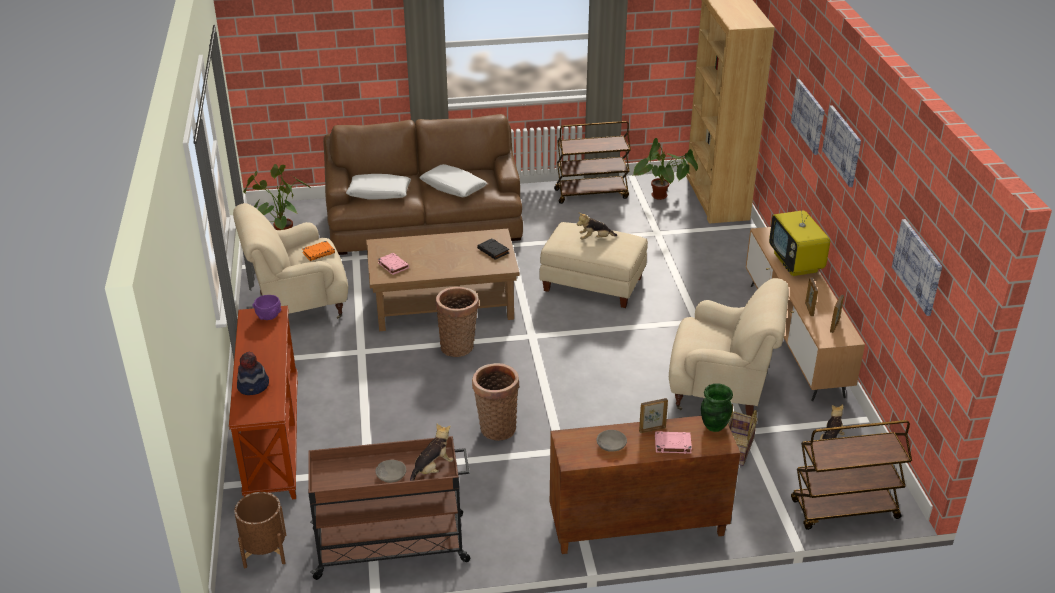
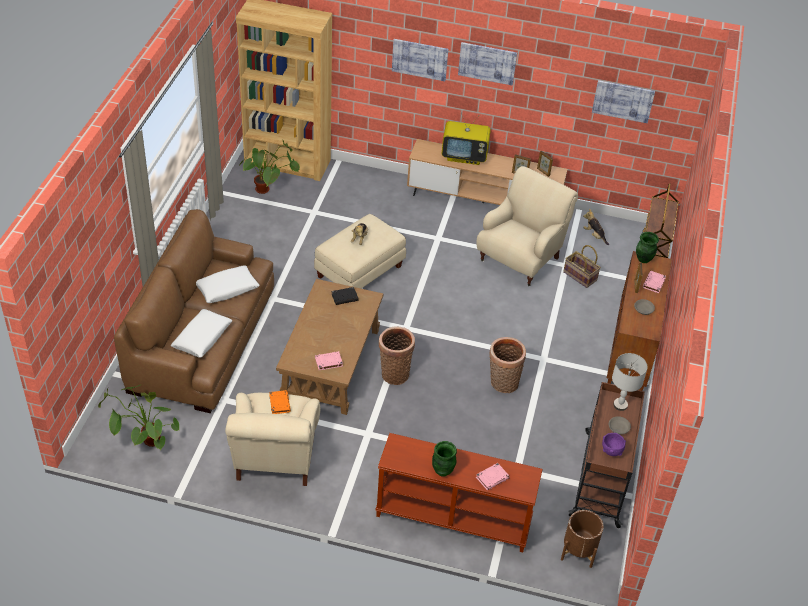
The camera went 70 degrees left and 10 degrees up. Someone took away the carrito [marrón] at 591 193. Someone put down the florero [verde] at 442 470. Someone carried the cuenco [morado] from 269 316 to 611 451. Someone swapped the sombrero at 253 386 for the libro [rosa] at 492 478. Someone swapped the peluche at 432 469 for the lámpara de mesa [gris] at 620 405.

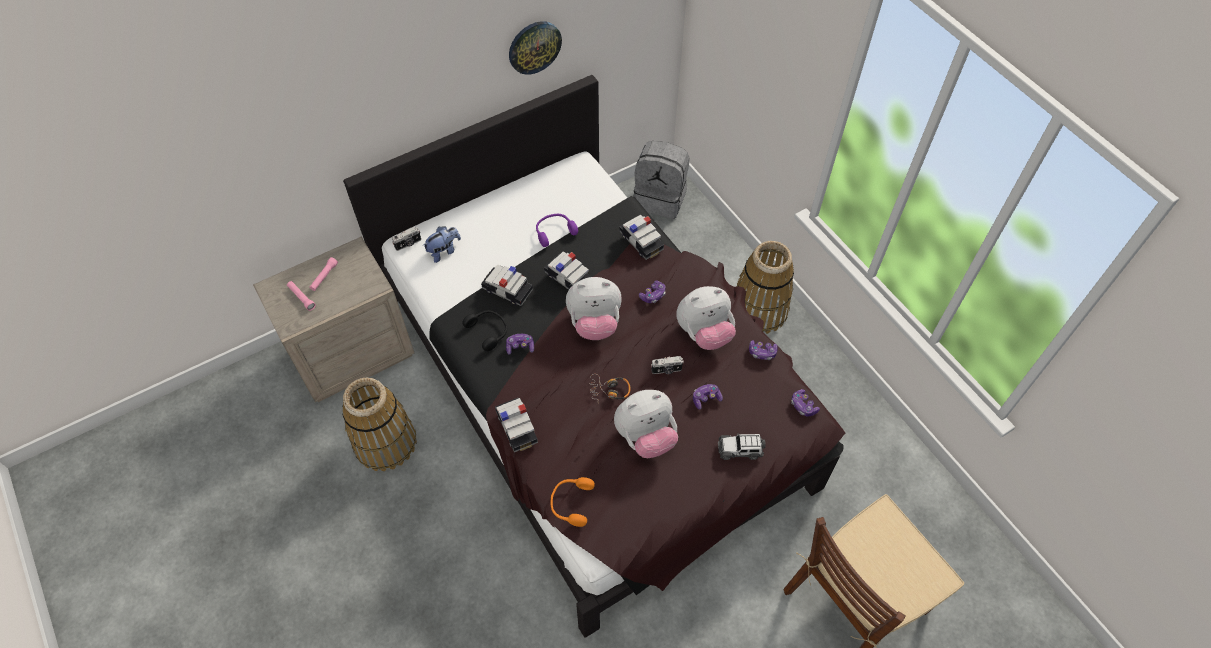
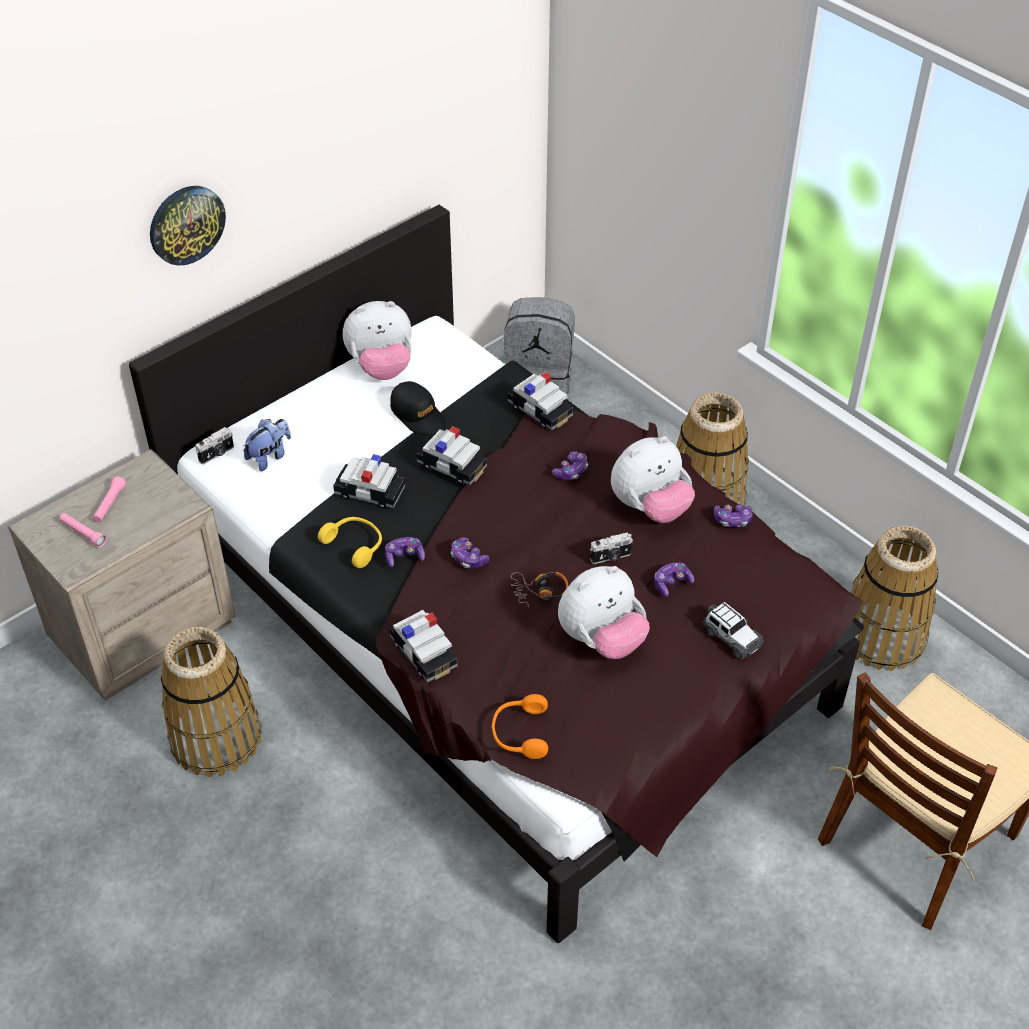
The camera went 10 degrees left and 10 degrees down. Someone put down the cesta at 882 637. Someone carried the reloj de pared from 534 47 to 186 224. Someone carried the peluche from 594 323 to 381 367. Someone carried the mando de consola from 803 406 to 468 558. Someone swapped the auriculares [morado] at 554 232 for the gorra [negro] at 418 414. Someone repainted the auriculares [negro] at 488 331, which became the auriculares [amarillo] at 355 545. Someone rotated the coche de juguete at 740 450 by 120 degrees counterclockwise.

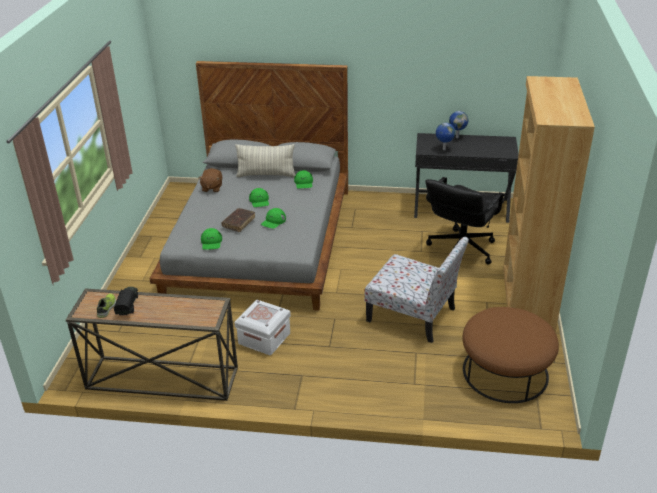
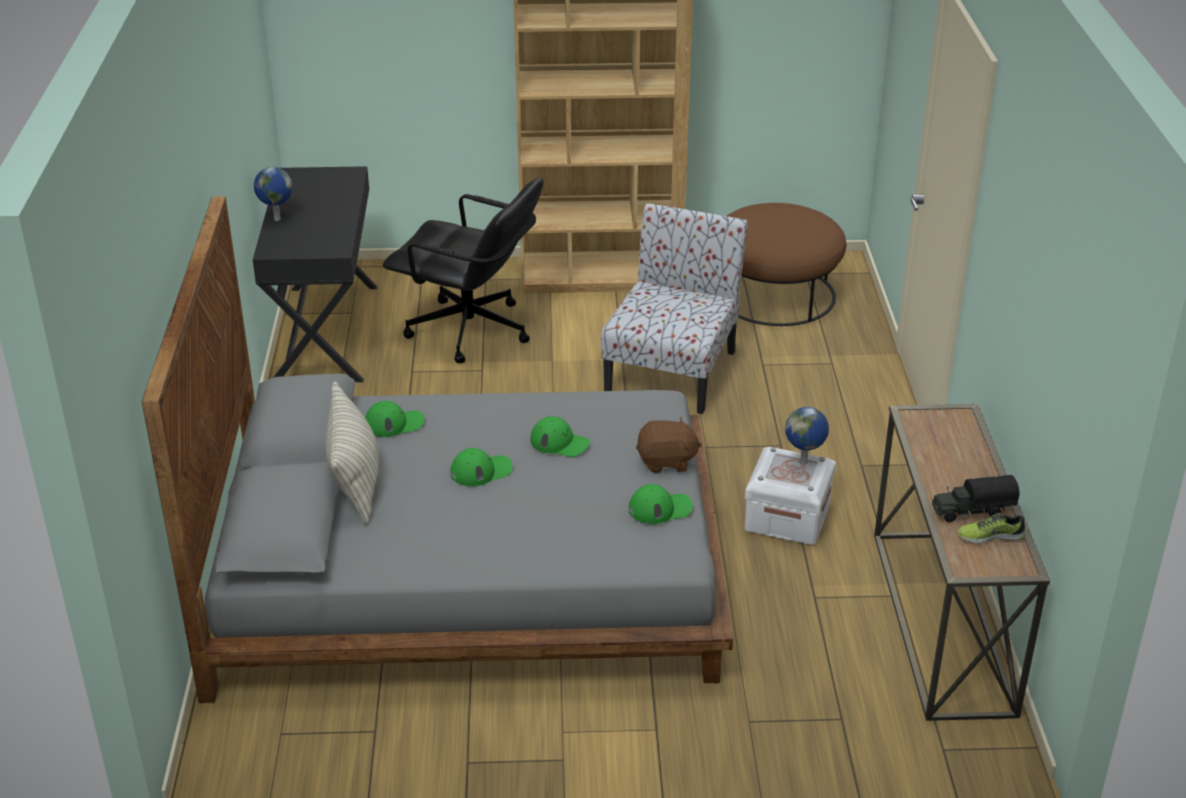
The camera went 100 degrees left and 0 degrees up. Someone took away the libro [marrón] at 238 223. Someone carried the peluche [marrón] from 212 188 to 666 462. Someone carried the globo terráqueo from 444 149 to 804 462.

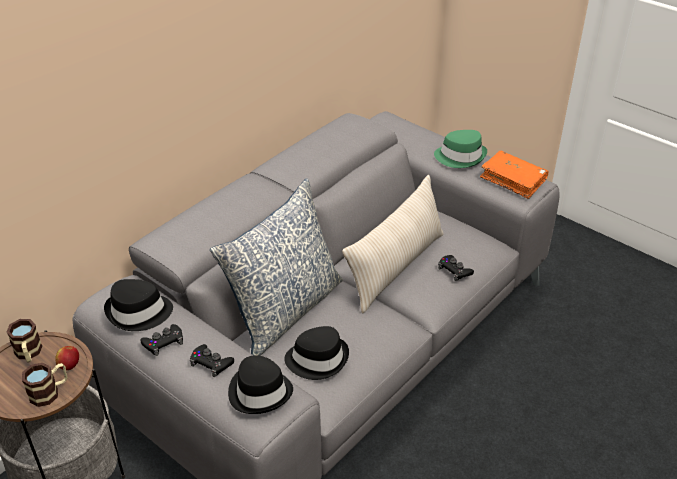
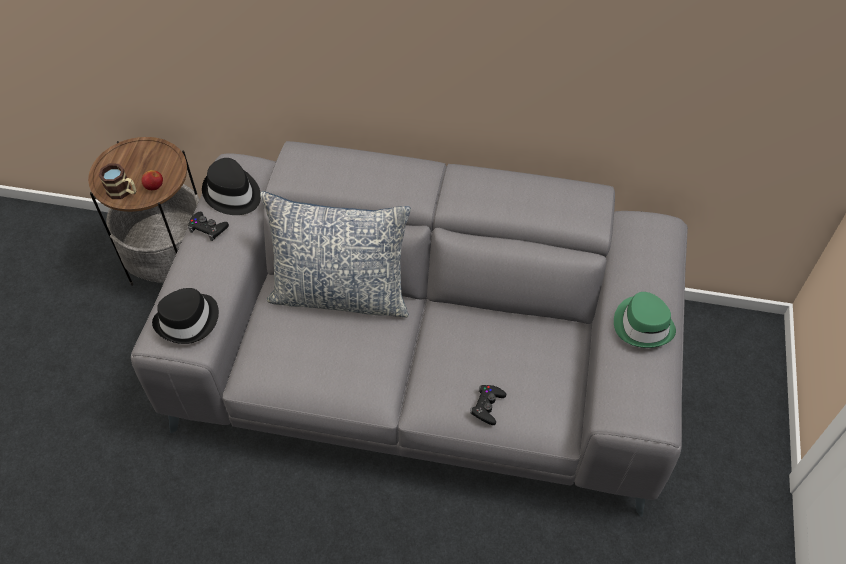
The camera went 60 degrees right and 15 degrees up. Someone took away the taza grande at 29 354. Someone took away the mando de consola [negro] at 211 363. Someone took away the sombrero [negro] at 317 359. Someone took away the cojín [beis] at 395 267. Someone took away the libro [naranja] at 513 180.

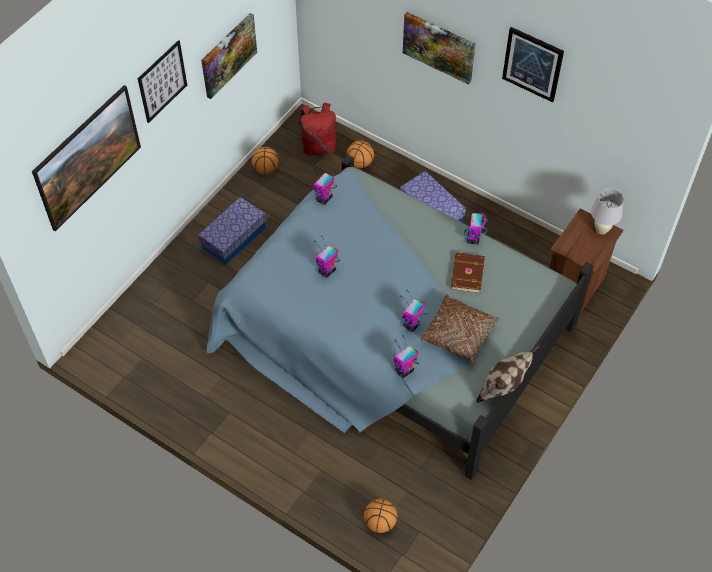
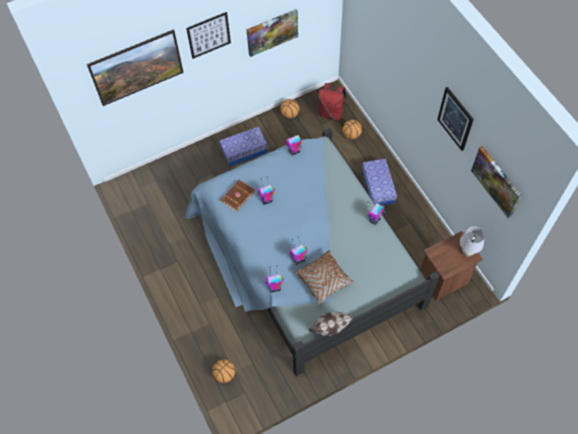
The camera went 30 degrees right and 5 degrees up. Someone carried the cuadro from 439 47 to 496 181. Someone carried the libro [marrón] from 466 274 to 237 196.

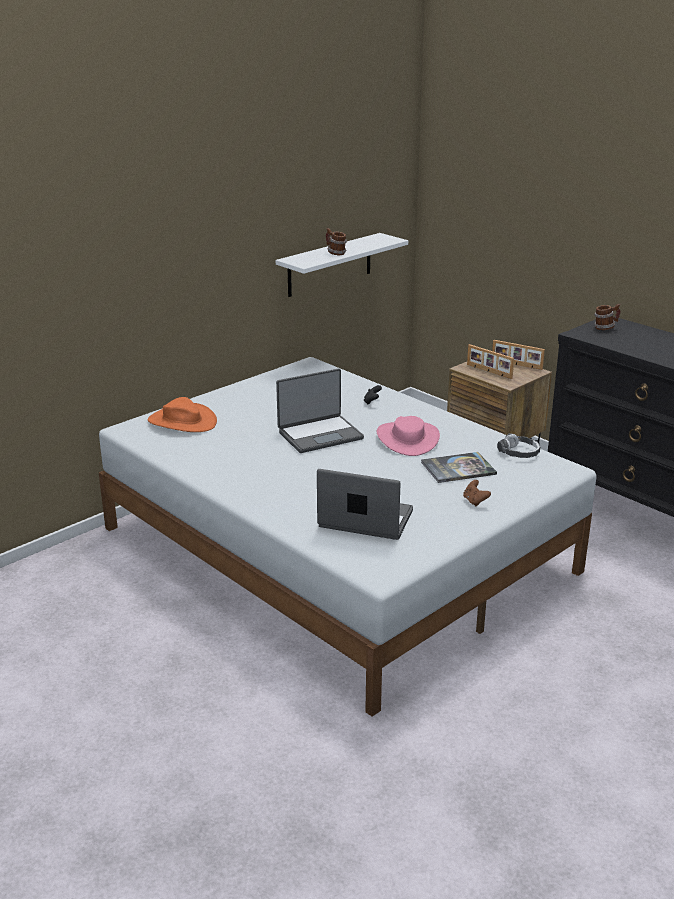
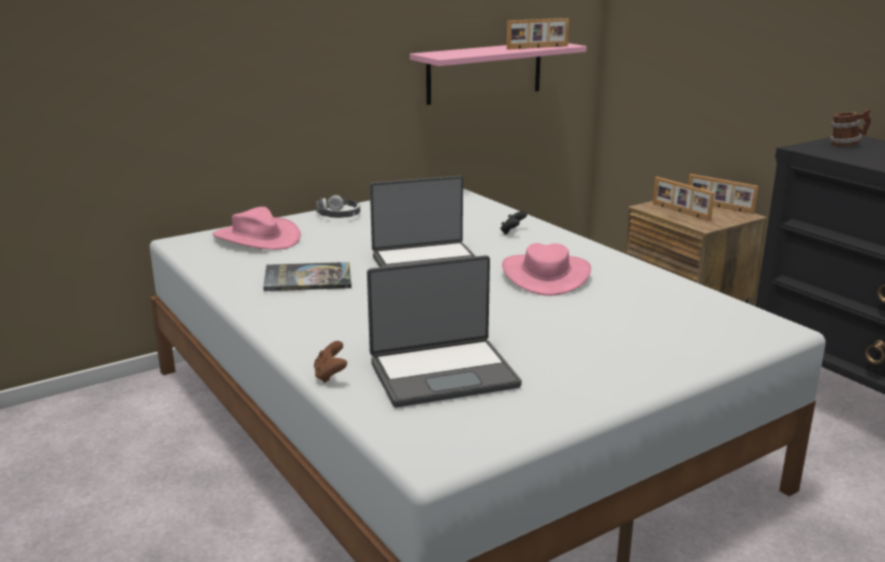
The camera went 10 degrees right and 5 degrees down. Someone took away the taza grande at 335 253. Someone put down the portarretratos at 538 47. Someone carried the libro from 458 468 to 308 278. Someone carried the mando de consola [marrón] from 475 501 to 330 375. Someone carried the auriculares from 519 452 to 338 215. Someone repainted the sombrero [naranja] at 182 422, which became the sombrero [rosa] at 256 238. Someone repainted the estante [blanco] at 329 265, which became the estante [rosa] at 485 72. Someone rotated the portátil at 365 520 by 135 degrees clockwise.

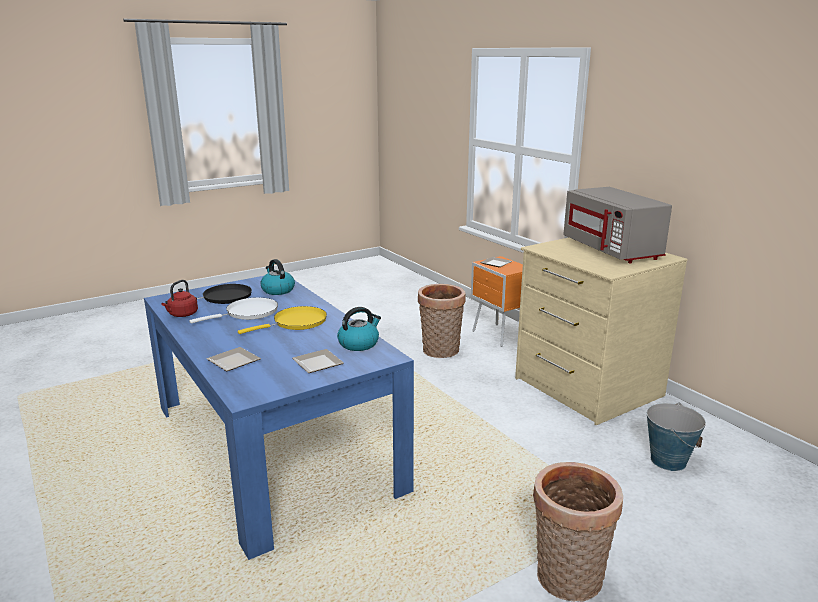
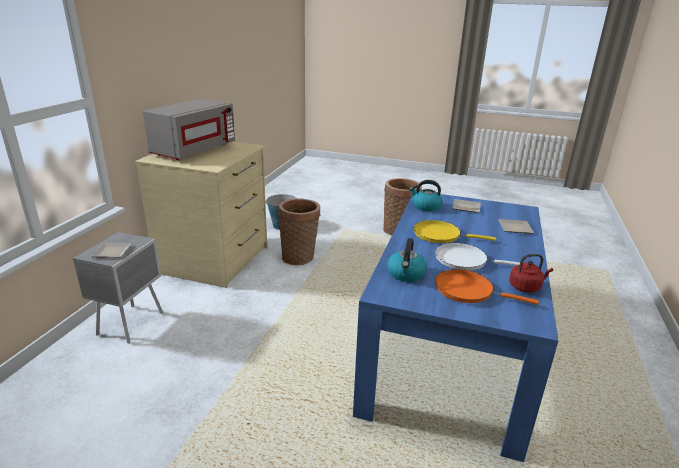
The camera went 130 degrees left and 5 degrees up. Someone carried the cesta from 440 352 to 299 257. Someone repainted the sartén [negro] at 223 298, which became the sartén [naranja] at 468 290. Someone repainted the mesita de noche [naranja] at 499 336, which became the mesita de noche [gris] at 132 323.

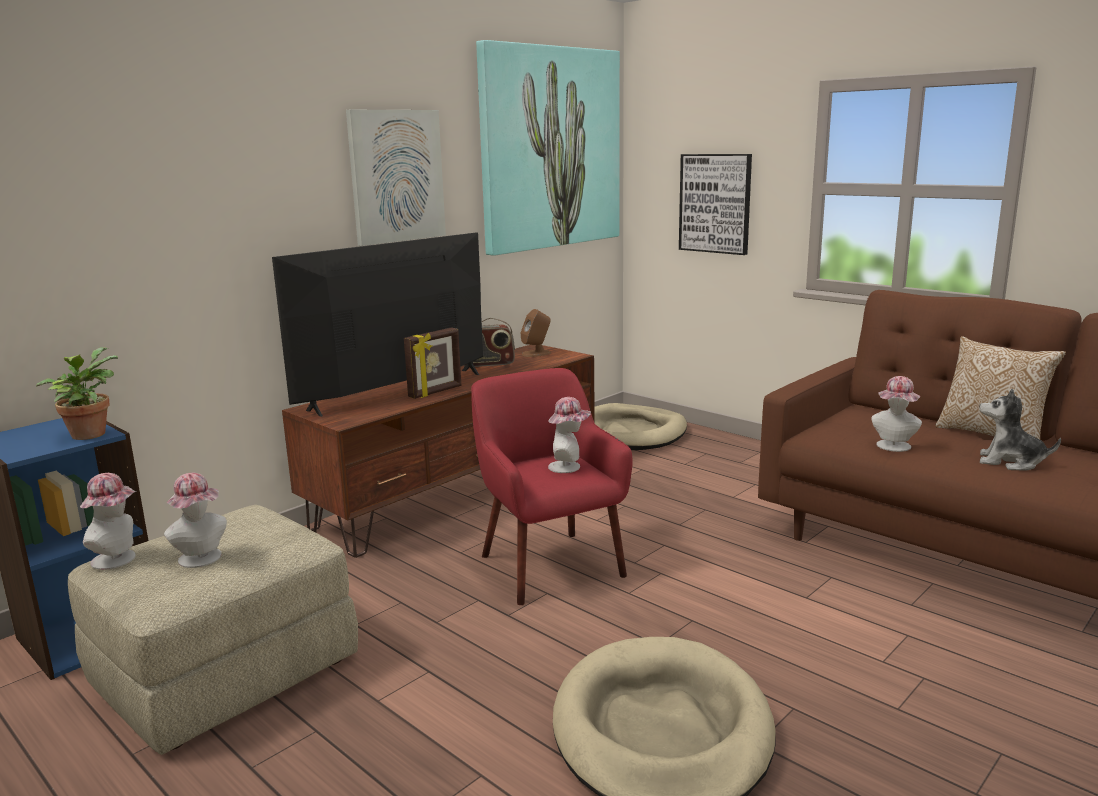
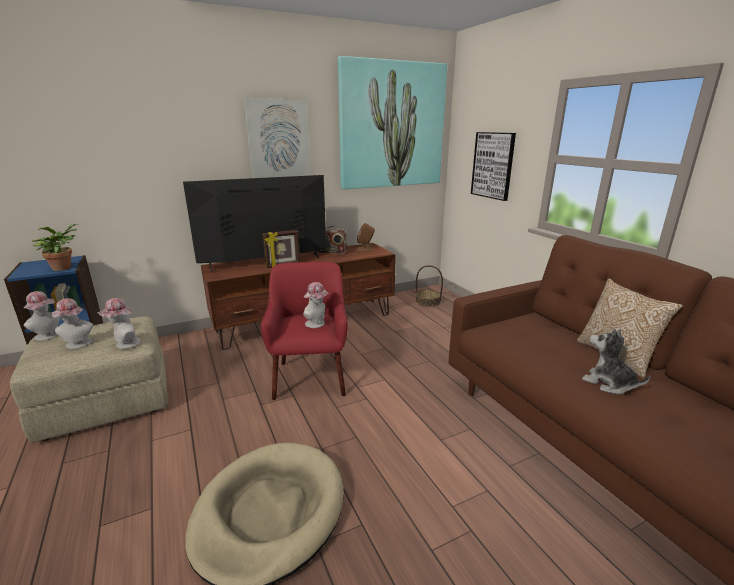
The camera went 20 degrees right and 5 degrees up. Someone carried the sombrero from 893 447 to 125 344. Someone swapped the cama para perro [beis] at 630 433 for the cesta at 428 301.

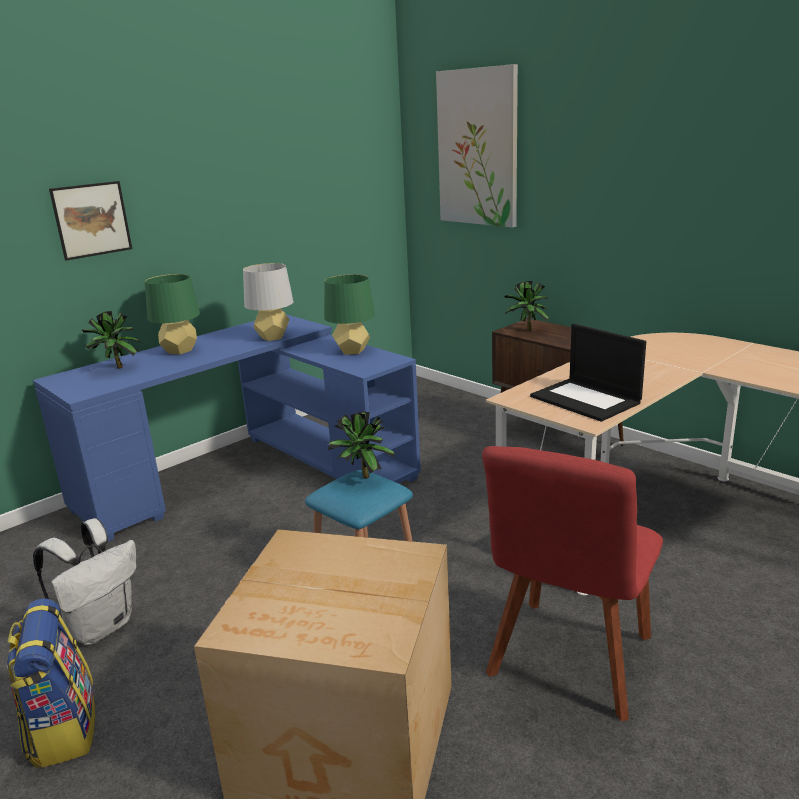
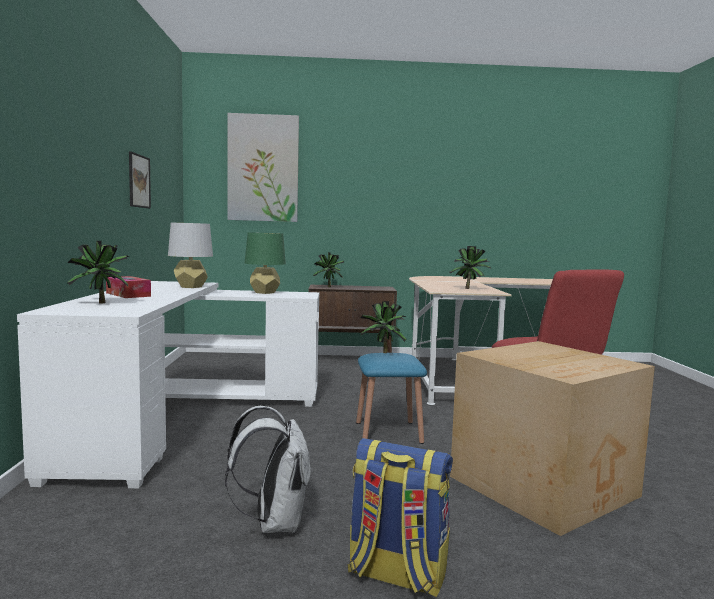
The camera went 50 degrees left and 15 degrees down. Someone carried the cuadro from 91 220 to 139 181. Someone swapped the lámpara de mesa [verde] at 180 351 for the caja de pañuelos at 128 294. Someone swapped the portátil at 586 400 for the planta en maceta at 470 289. Someone repainted the escritorio [azul] at 252 473, which became the escritorio [blanco] at 181 417.

